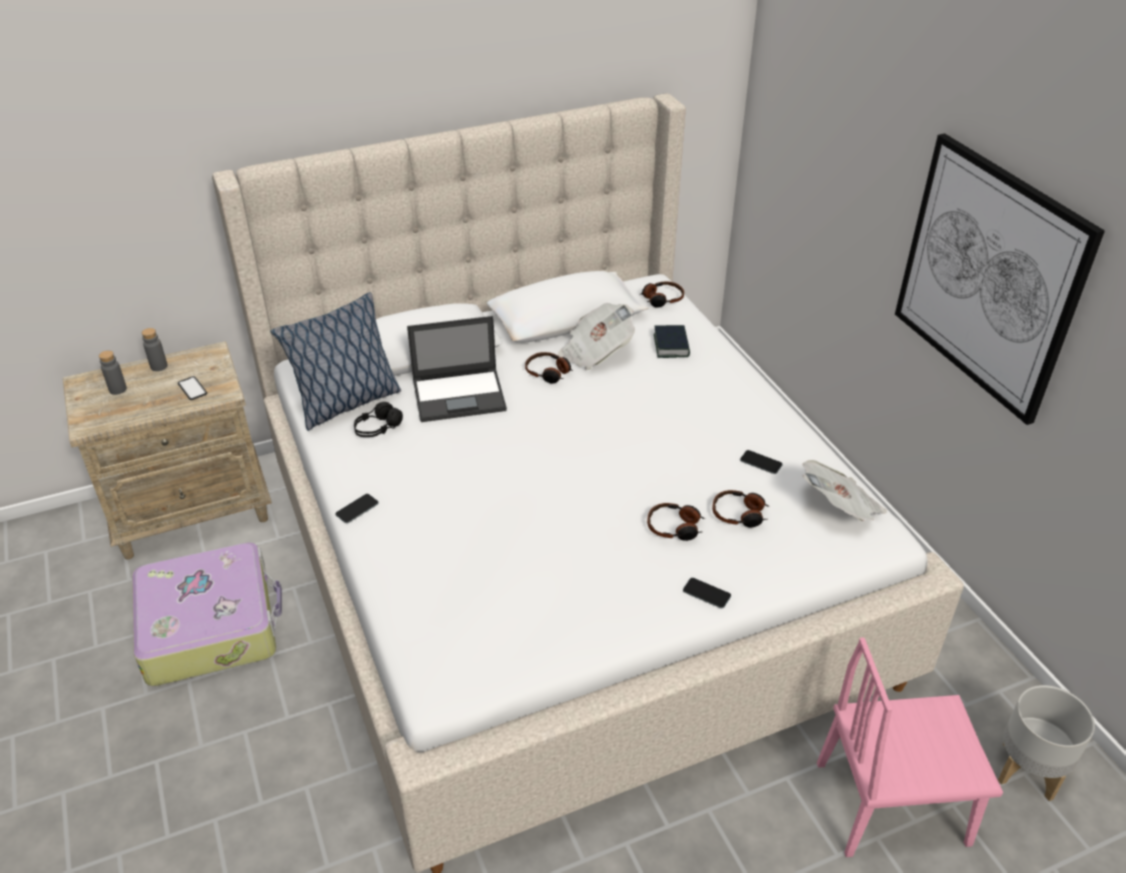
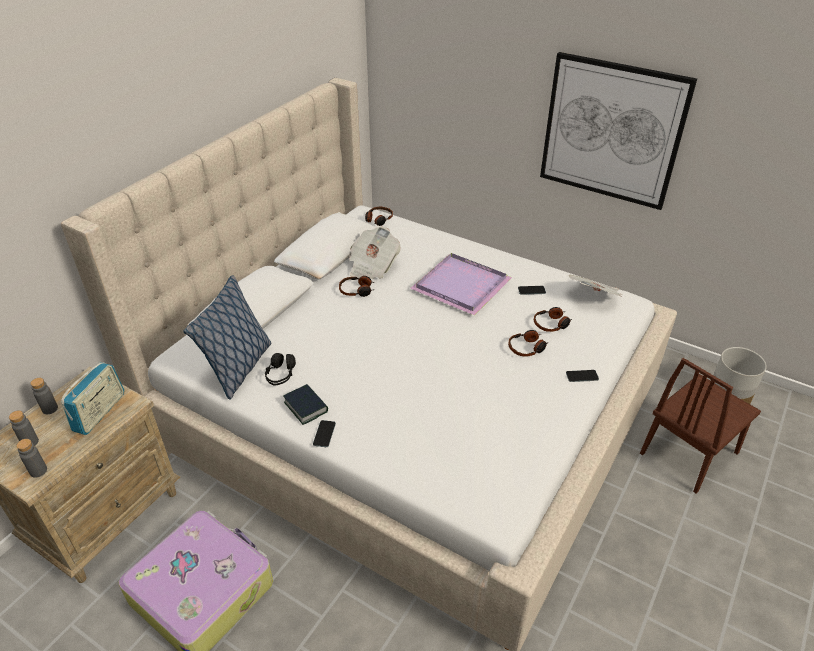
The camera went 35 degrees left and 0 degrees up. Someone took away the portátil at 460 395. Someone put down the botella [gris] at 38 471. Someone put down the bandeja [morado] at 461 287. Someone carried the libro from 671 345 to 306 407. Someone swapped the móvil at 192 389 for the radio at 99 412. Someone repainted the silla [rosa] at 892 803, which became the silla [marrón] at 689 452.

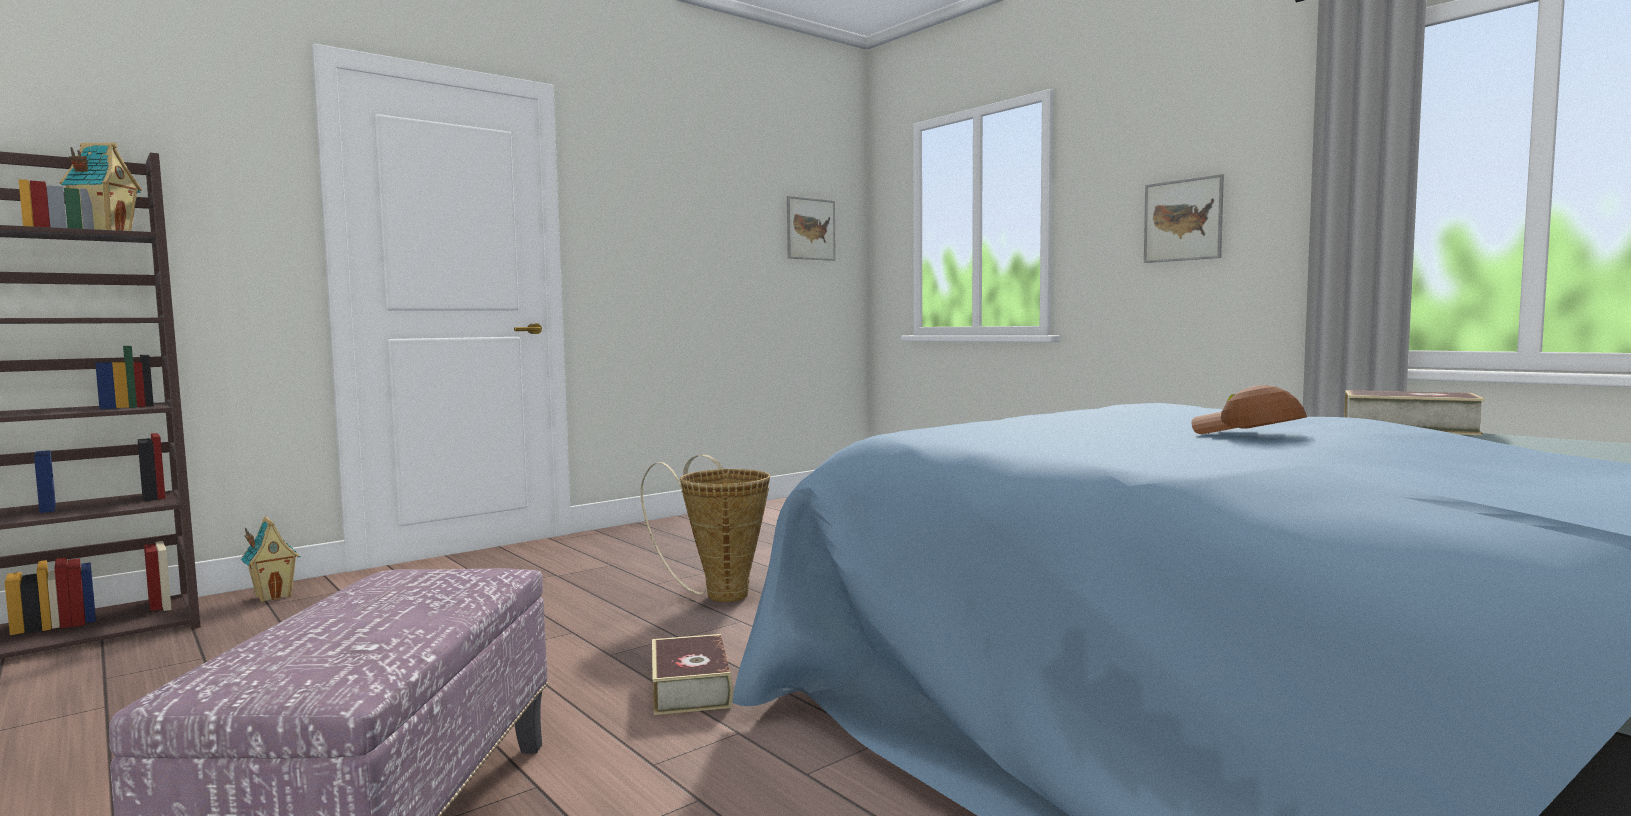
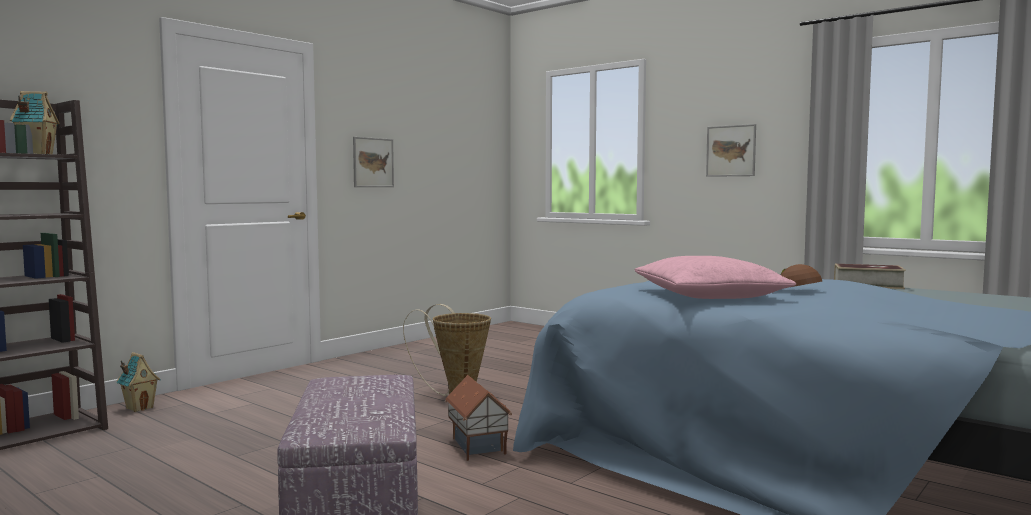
The camera went 10 degrees left and 0 degrees up. Someone put down the cojín [rosa] at 708 295. Someone carried the cuadro from 810 229 to 373 162. Someone swapped the libro at 690 688 for the casita at 476 446.

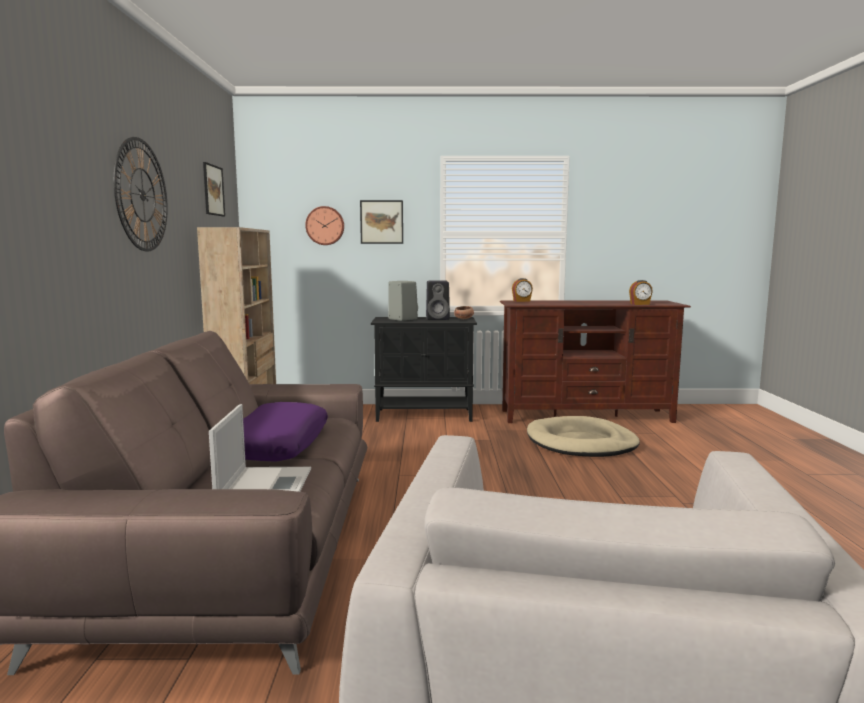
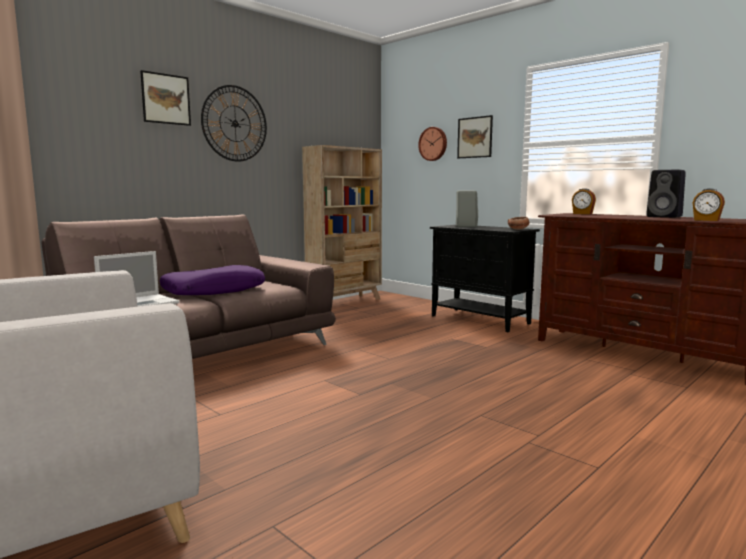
The camera went 45 degrees right and 0 degrees up. Someone took away the cama para perro [beis] at 581 442. Someone carried the cuadro from 213 190 to 166 99. Someone carried the altavoz [negro] from 438 318 to 665 217.

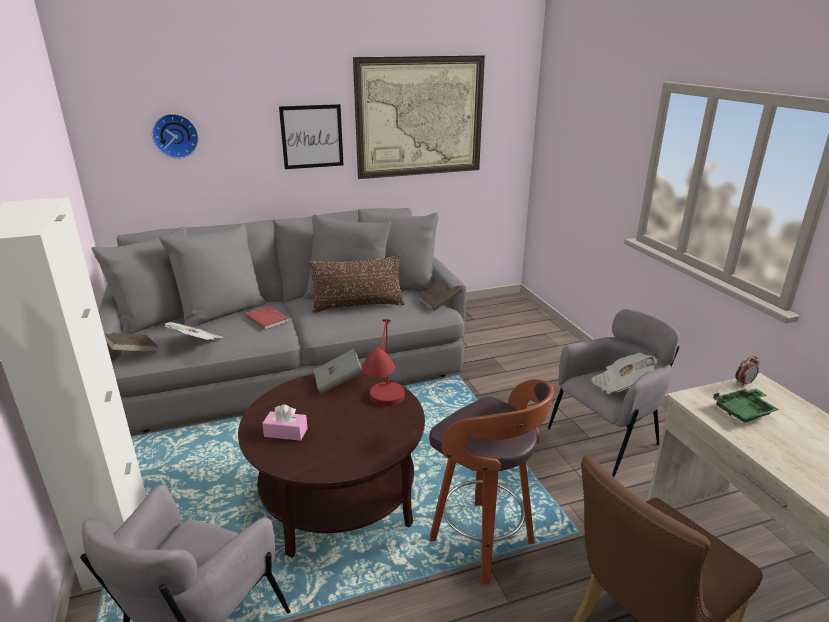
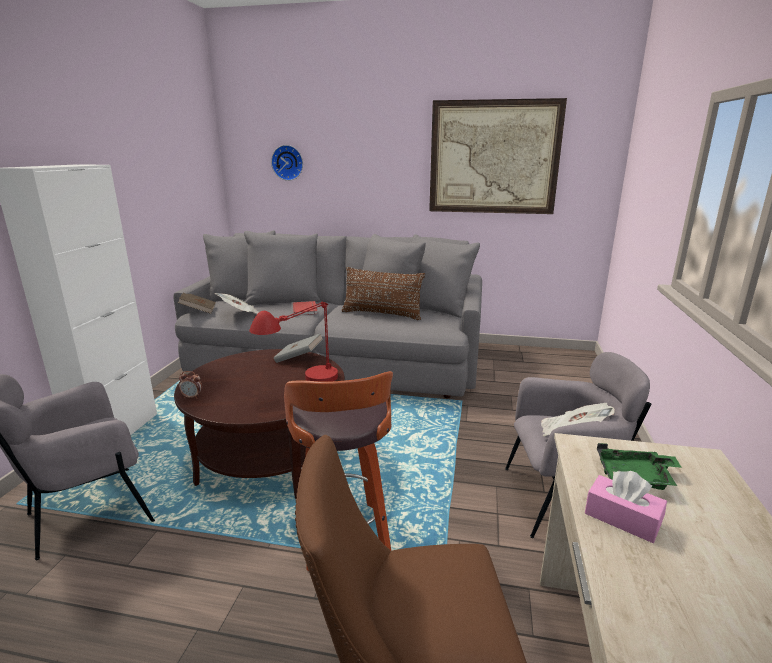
The camera went 30 degrees right and 5 degrees down. Someone took away the cuadro at 312 136. Someone took away the libro [marrón] at 440 303. Someone carried the caja de pañuelos [rosa] from 286 432 to 622 518. Someone carried the despertador from 744 383 to 192 397.

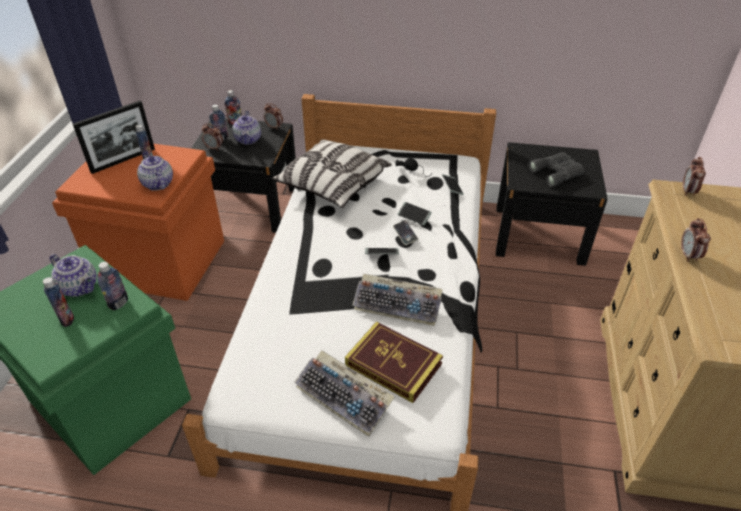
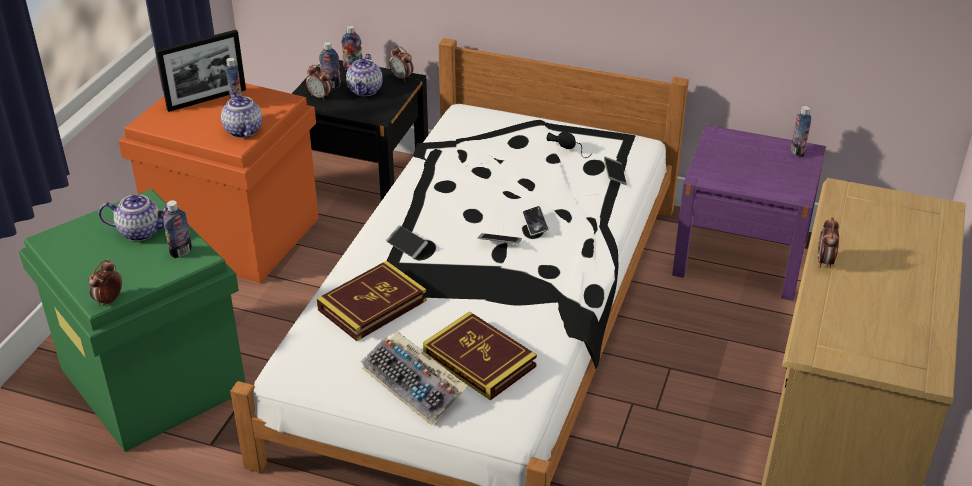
The camera went 10 degrees right and 5 degrees down. Someone took away the cojín at 333 185. Someone took away the teclado at 399 304. Someone took away the prismáticos [gris] at 558 172. Someone put down the libro at 372 305. Someone carried the botella from 67 319 to 797 151. Someone carried the móvil from 414 216 to 407 245. Someone carried the despertador from 688 191 to 109 300. Someone repainted the mesita de noche [negro] at 538 234, which became the mesita de noche [morado] at 741 255. Someone rotated the tetera at 80 287 by 45 degrees counterclockwise.

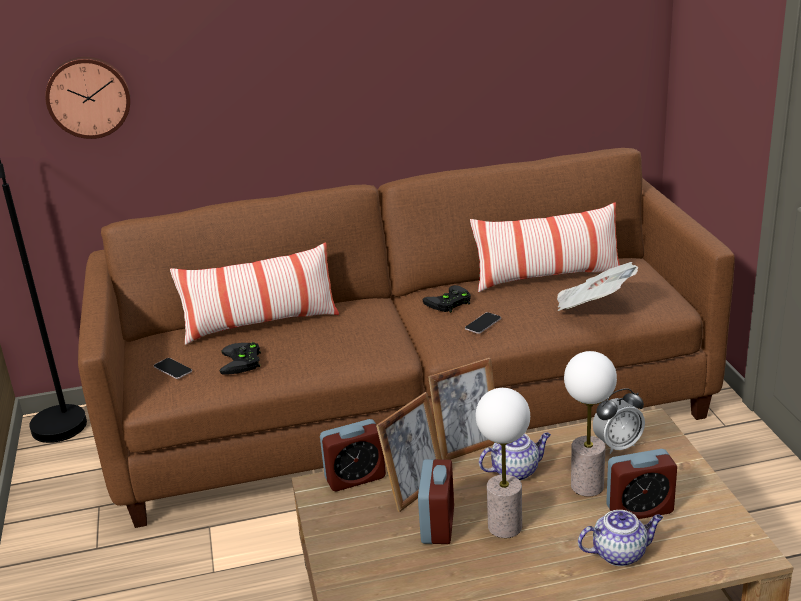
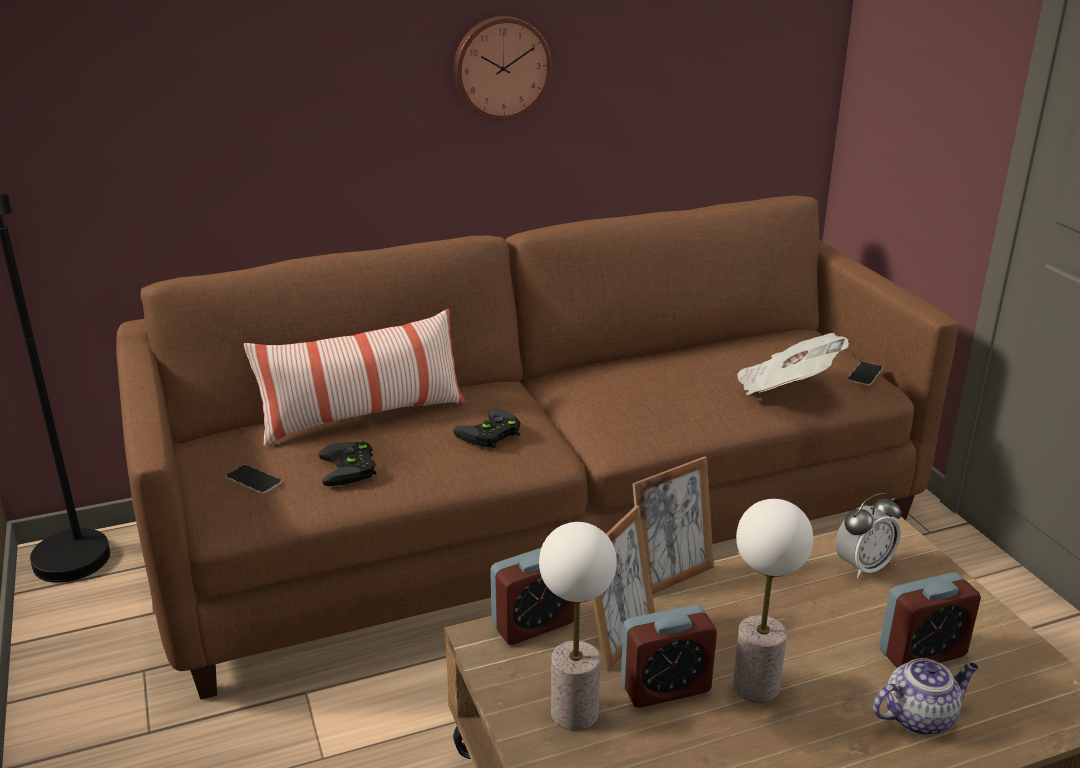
The camera went 10 degrees left and 0 degrees up. Someone took away the cojín at 547 277. Someone took away the tetera at 516 471. Someone carried the reloj de pared from 88 96 to 500 67. Someone carried the mando de consola [negro] from 448 303 to 489 434. Someone carried the móvil from 483 323 to 865 374. Someone carried the lámpara de mesa from 586 486 to 574 713. Someone rotated the despertador at 438 525 by 75 degrees clockwise.

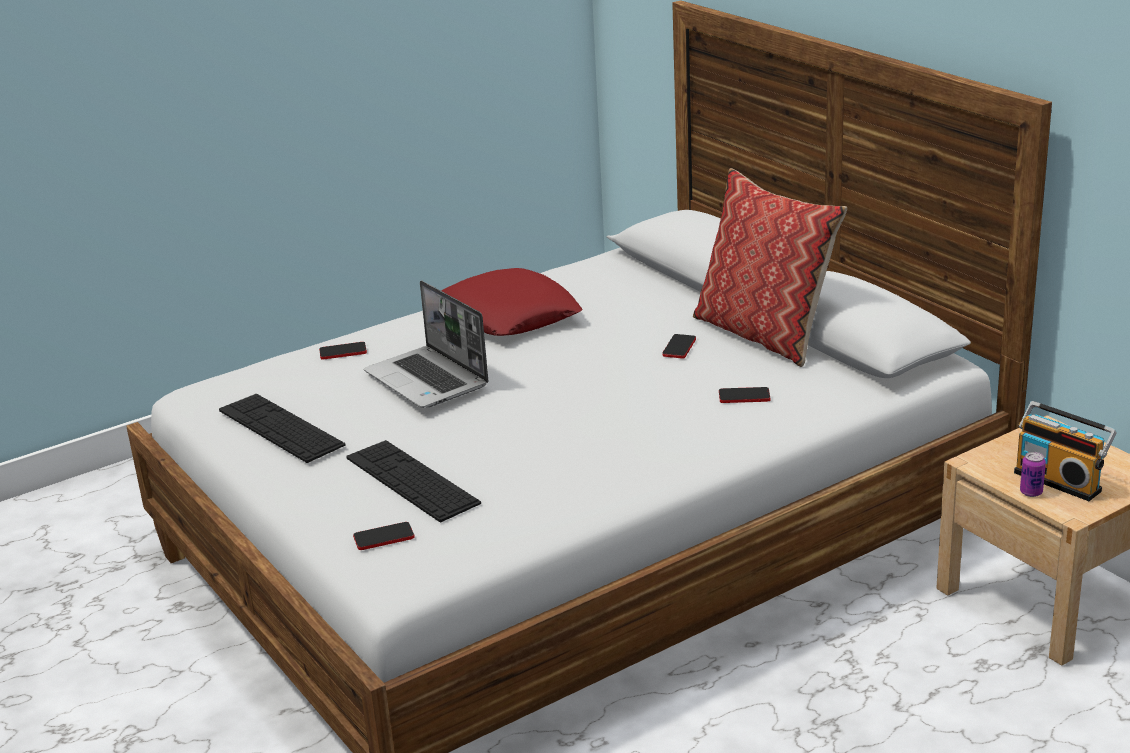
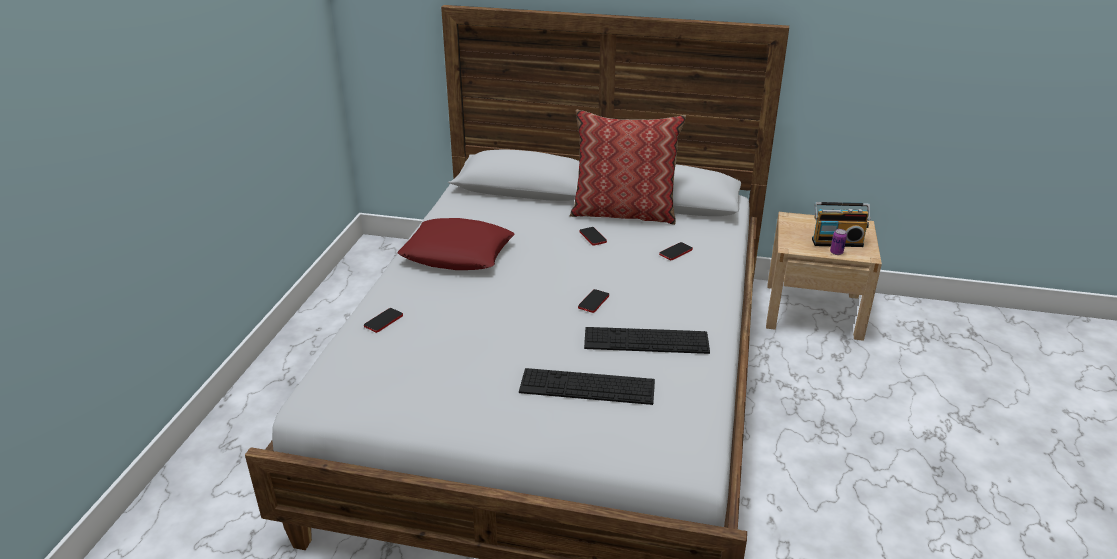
The camera went 45 degrees left and 5 degrees up. Someone took away the portátil at 428 380. Someone carried the teclado from 280 428 to 646 340. Someone carried the móvil from 384 537 to 593 301.

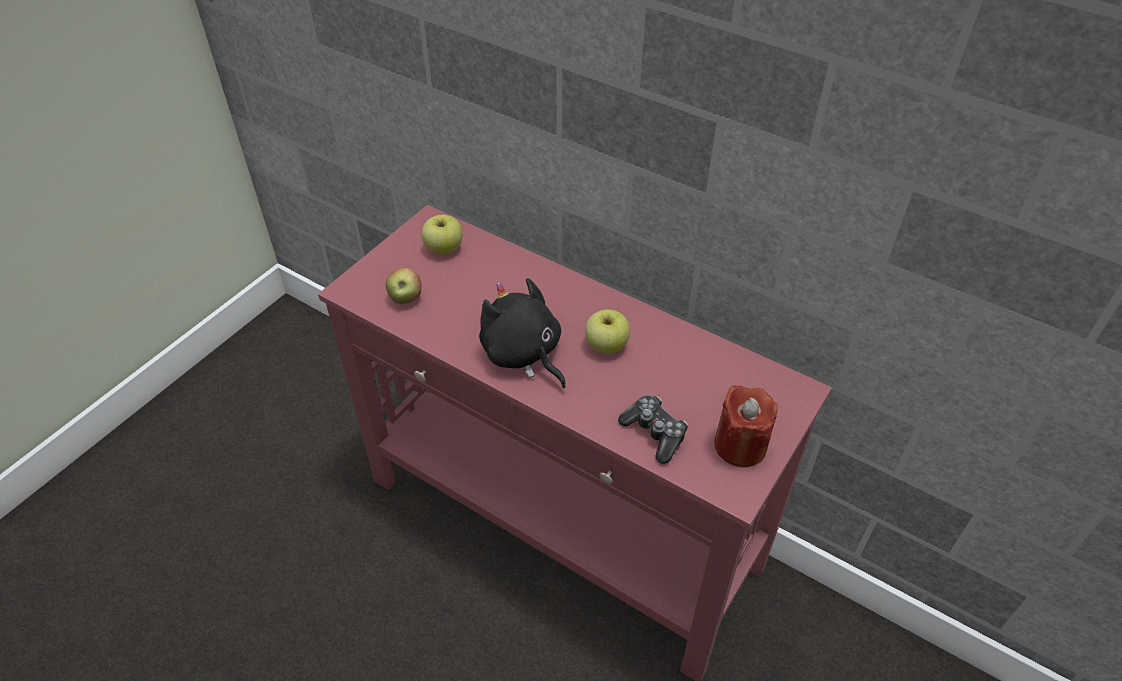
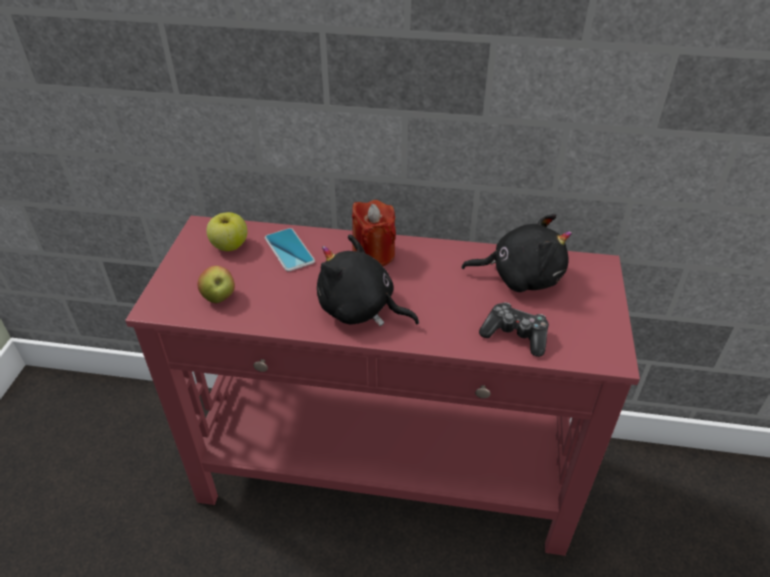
The camera went 25 degrees left and 5 degrees down. Someone took away the manzana at 606 345. Someone put down the móvil at 289 250. Someone put down the peluche [negro] at 520 276. Someone carried the vela [rojo] from 740 445 to 373 254.

